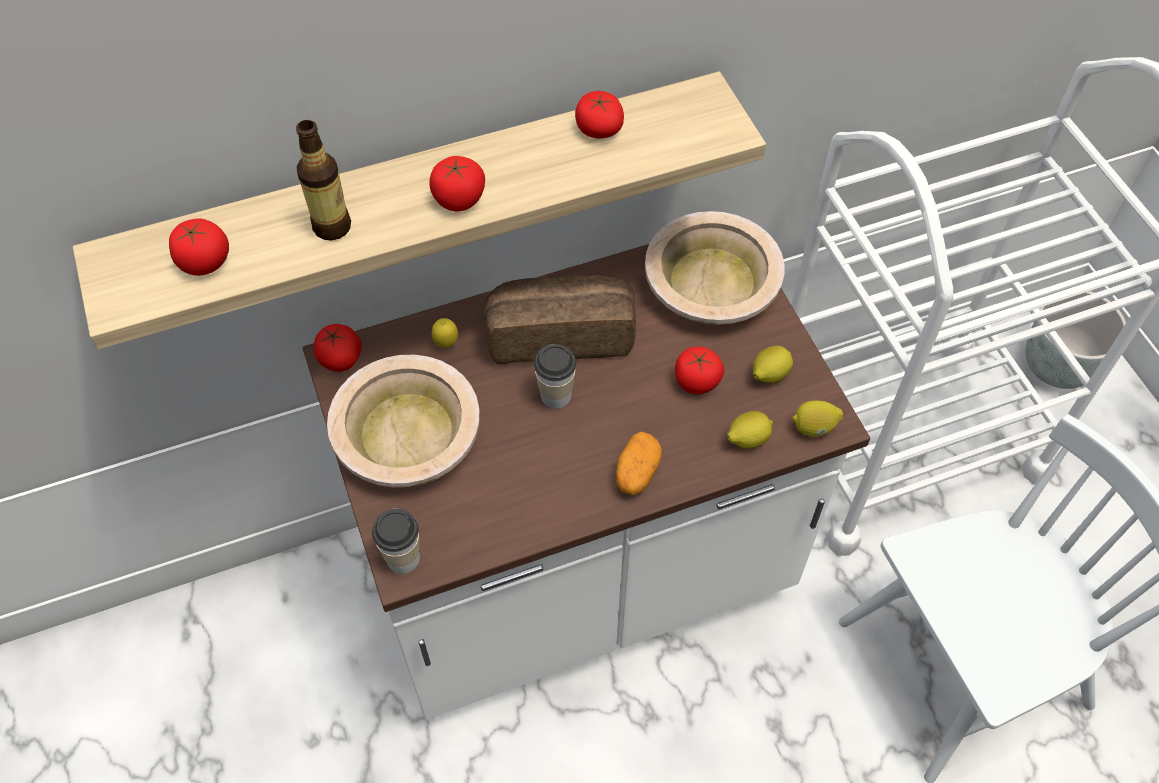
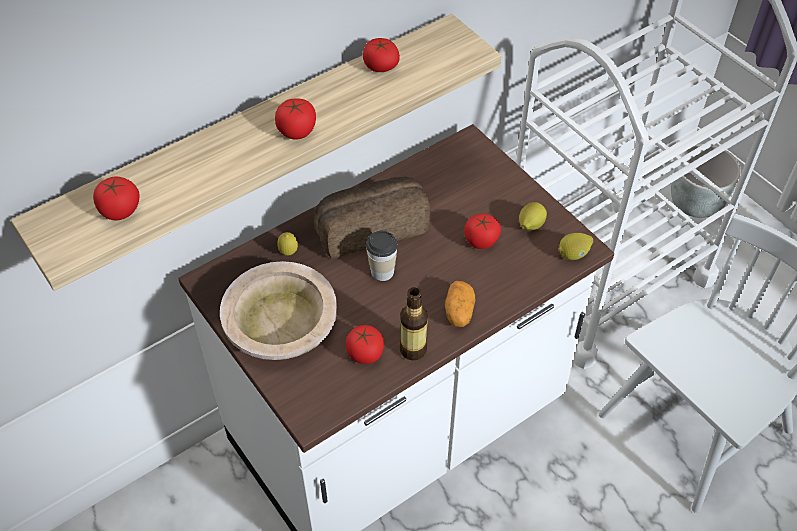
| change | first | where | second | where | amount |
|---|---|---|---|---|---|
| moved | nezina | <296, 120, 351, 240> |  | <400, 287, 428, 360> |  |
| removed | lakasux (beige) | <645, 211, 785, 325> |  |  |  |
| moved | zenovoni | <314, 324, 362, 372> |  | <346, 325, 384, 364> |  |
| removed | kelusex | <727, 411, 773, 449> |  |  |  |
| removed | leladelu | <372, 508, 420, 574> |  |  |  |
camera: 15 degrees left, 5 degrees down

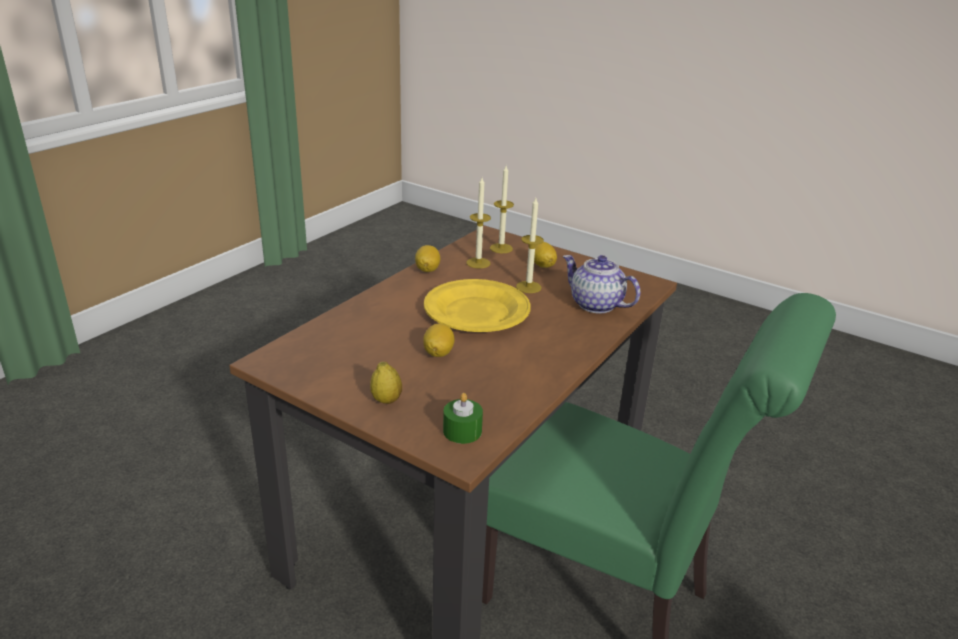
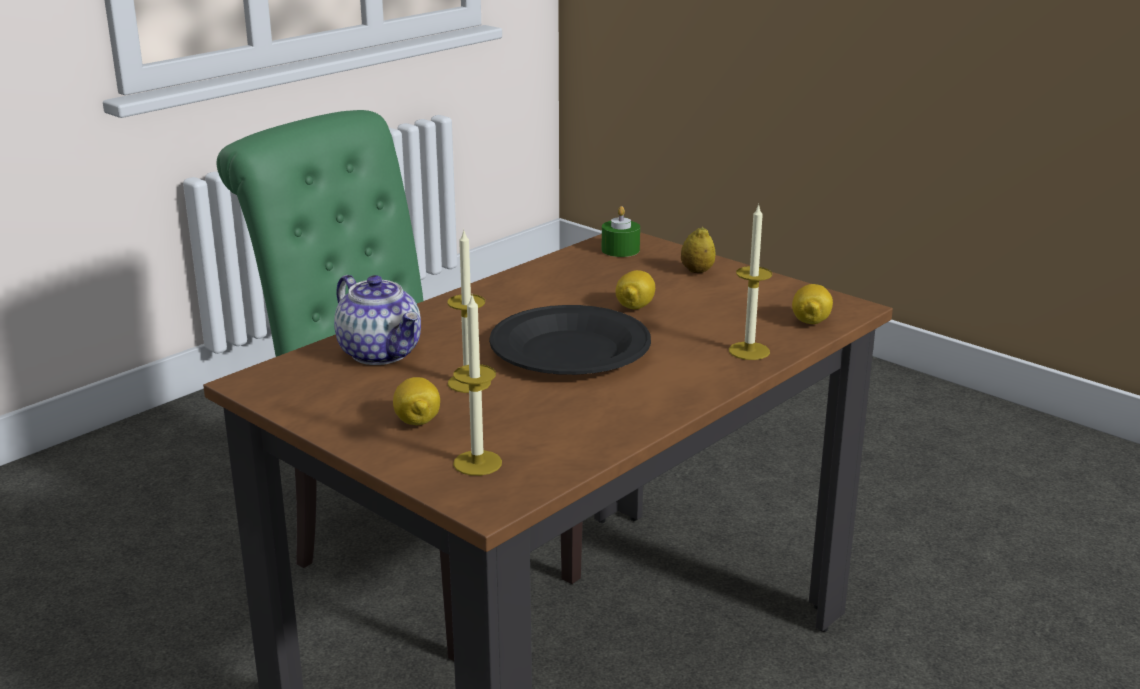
| change | first | where | second | where | amount |
|---|---|---|---|---|---|
| moved | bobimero | <466, 177, 491, 269> |  | <729, 203, 772, 360> |  |
| moved | kelusex | <415, 245, 440, 272> |  | <792, 284, 833, 324> |  |
| recoloured | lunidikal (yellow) | <424, 279, 531, 332> | lunidikal (black) | <489, 305, 651, 375> |  |
camera: 170 degrees left, 5 degrees down

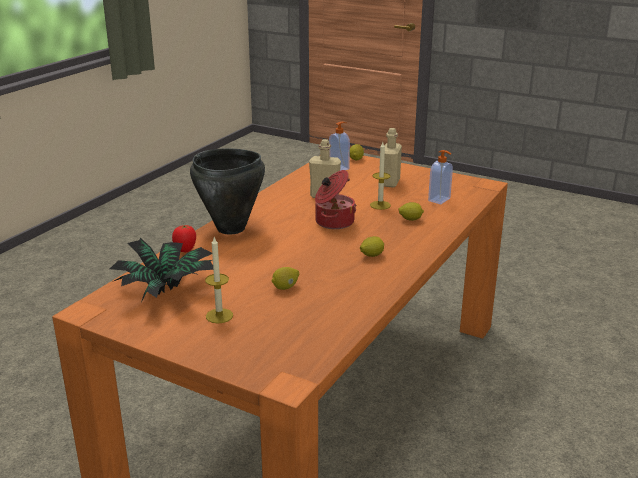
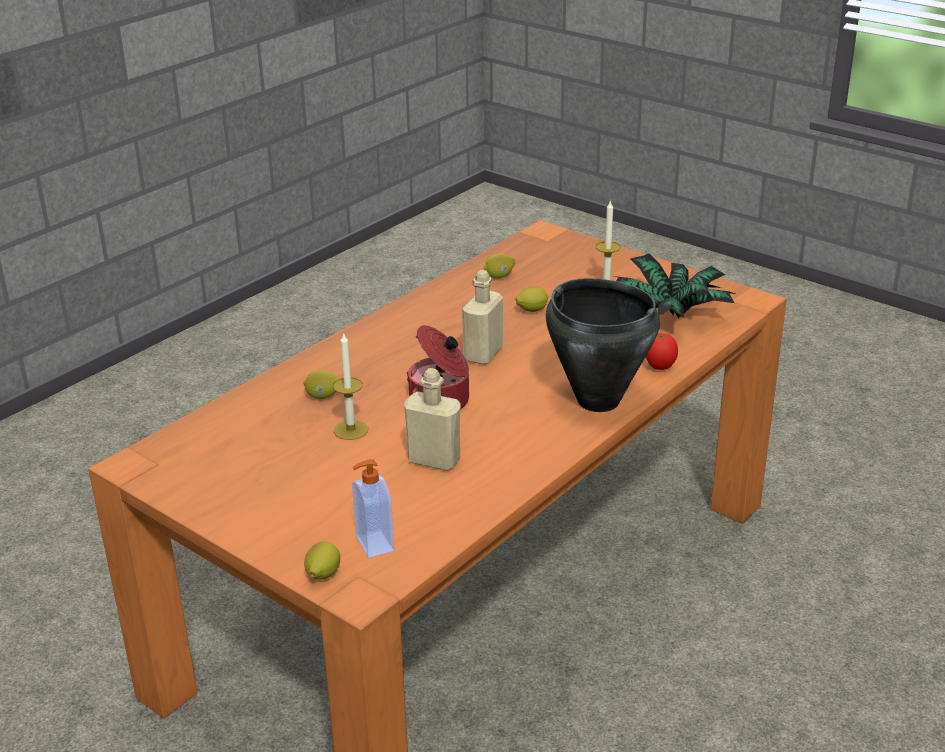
| change | first | where | second | where | amount |
|---|---|---|---|---|---|
| moved | nezina (beige) | <384, 128, 402, 187> |  | <462, 270, 503, 365> |  |
| removed | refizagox | <428, 150, 453, 204> |  |  |  |
| moved | kelusex | <360, 236, 384, 257> |  | <484, 254, 515, 279> |  |
camera: 170 degrees left, 5 degrees up

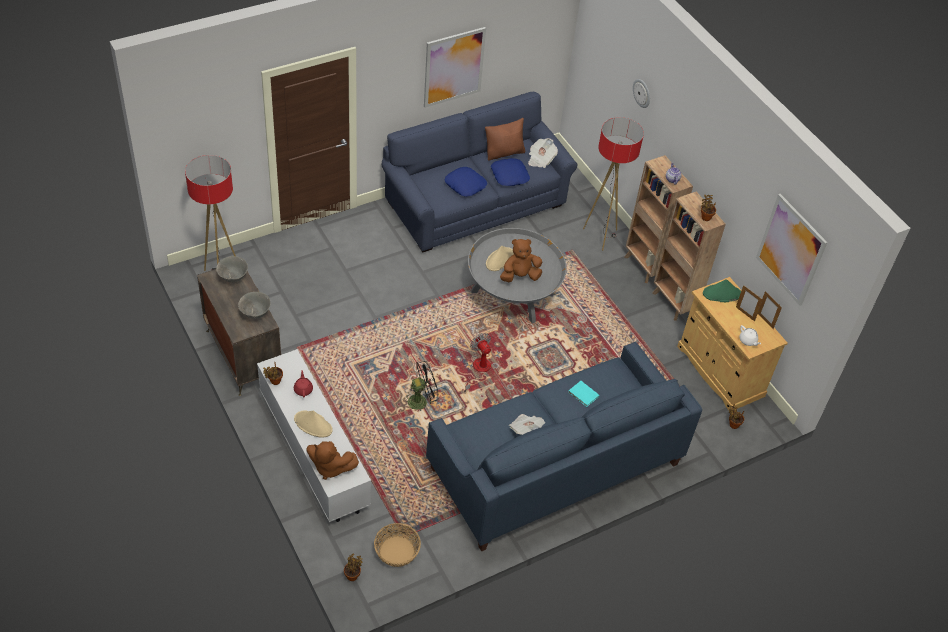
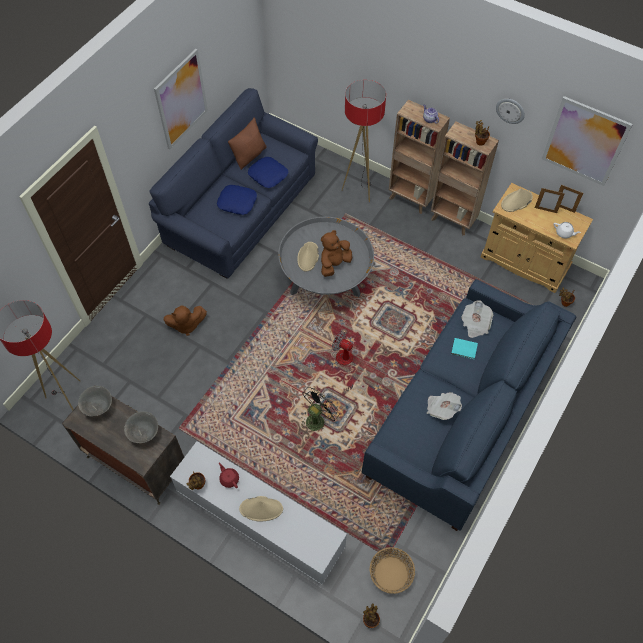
| change | first | where | second | where | amount |
|---|---|---|---|---|---|
| moved | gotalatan | <633, 79, 650, 108> |  | <496, 99, 525, 124> |  |
| moved | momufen | <528, 138, 558, 168> |  | <461, 300, 493, 338> |  |
| recoloured | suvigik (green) | <703, 279, 741, 302> | suvigik (beige) | <501, 188, 533, 212> |  |
| moved | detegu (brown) | <306, 441, 359, 480> |  | <163, 305, 207, 336> |  |
camera: 25 degrees left, 10 degrees up

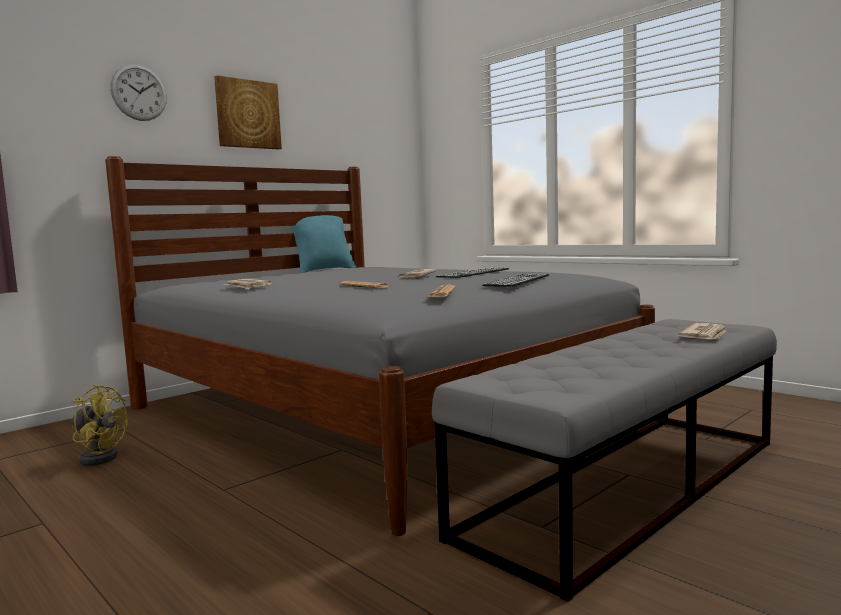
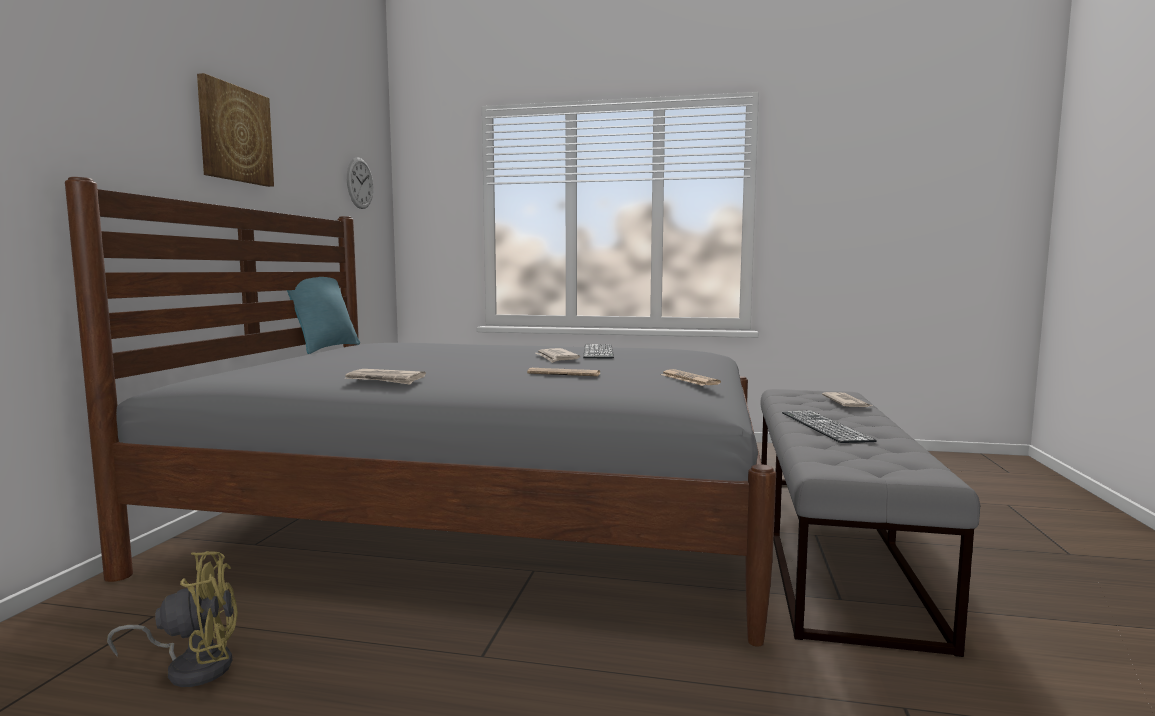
| change | first | where | second | where | amount |
|---|---|---|---|---|---|
| moved | gotalatan | <110, 64, 167, 121> |  | <347, 158, 374, 209> |  |
| moved | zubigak | <482, 274, 549, 287> |  | <782, 411, 877, 443> |  |
camera: 35 degrees left, 0 degrees up

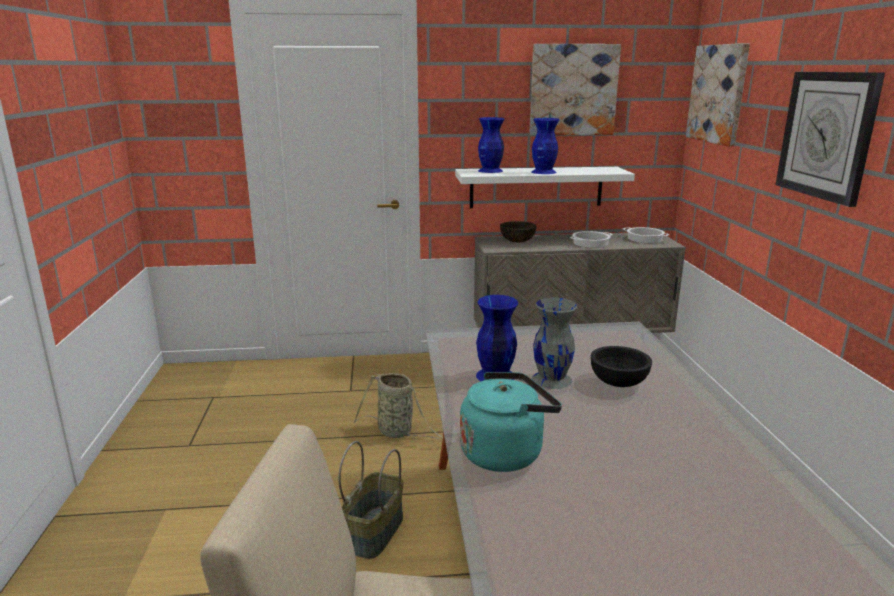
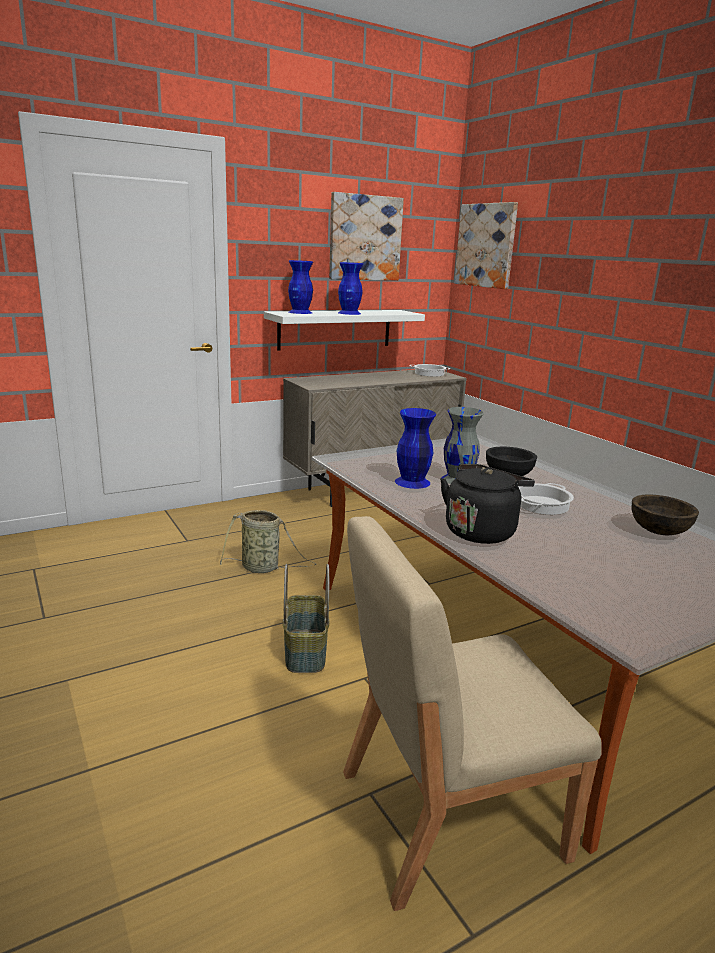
| change | first | where | second | where | amount |
|---|---|---|---|---|---|
| removed | gotalatan | <776, 72, 885, 207> |  |  |  |
| moved | lakasux (brown) | <500, 221, 537, 242> |  | <631, 495, 699, 535> |  |
| moved | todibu | <570, 231, 613, 248> |  | <518, 483, 574, 515> |  |
| recoloured | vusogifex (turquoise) | <460, 372, 562, 472> | vusogifex (black) | <440, 464, 535, 544> |  |
camera: 25 degrees left, 0 degrees up

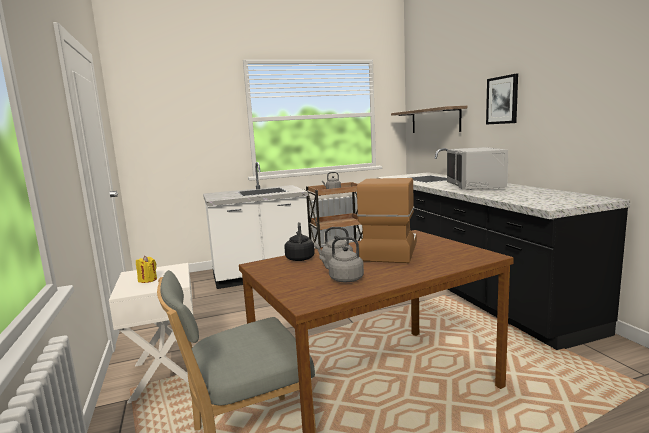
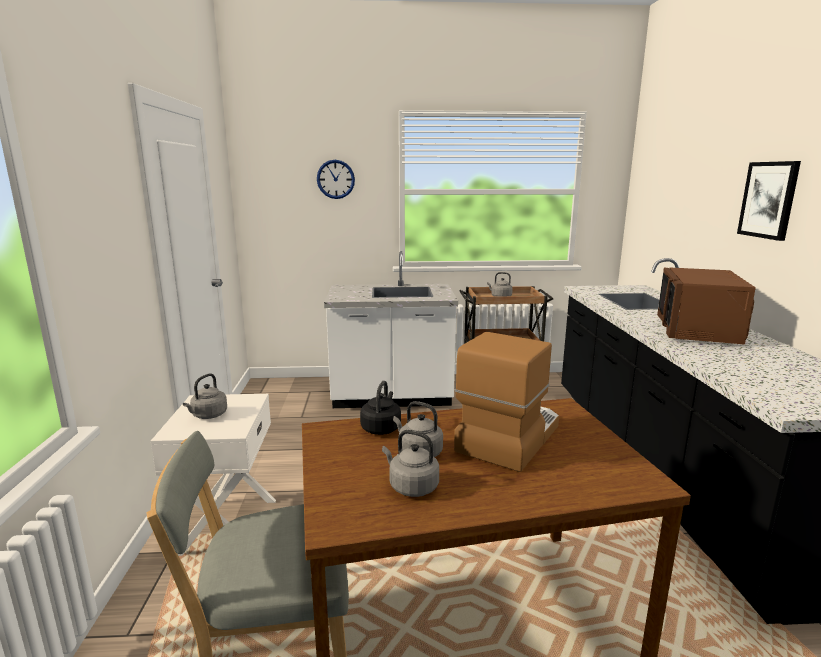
| change | first | where | second | where | amount |
|---|---|---|---|---|---|
| removed | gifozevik | <391, 106, 467, 133> |  |  |  |
| recoloured | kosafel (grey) | <447, 147, 508, 190> | kosafel (brown) | <657, 268, 756, 345> |  |
| replaced | bobimero (yellow) | <136, 256, 157, 283> | vusogifex (grey) | <183, 373, 227, 419> |  |
| added |  |  | gotalatan | <317, 160, 355, 199> |  |
camera: 15 degrees right, 5 degrees up

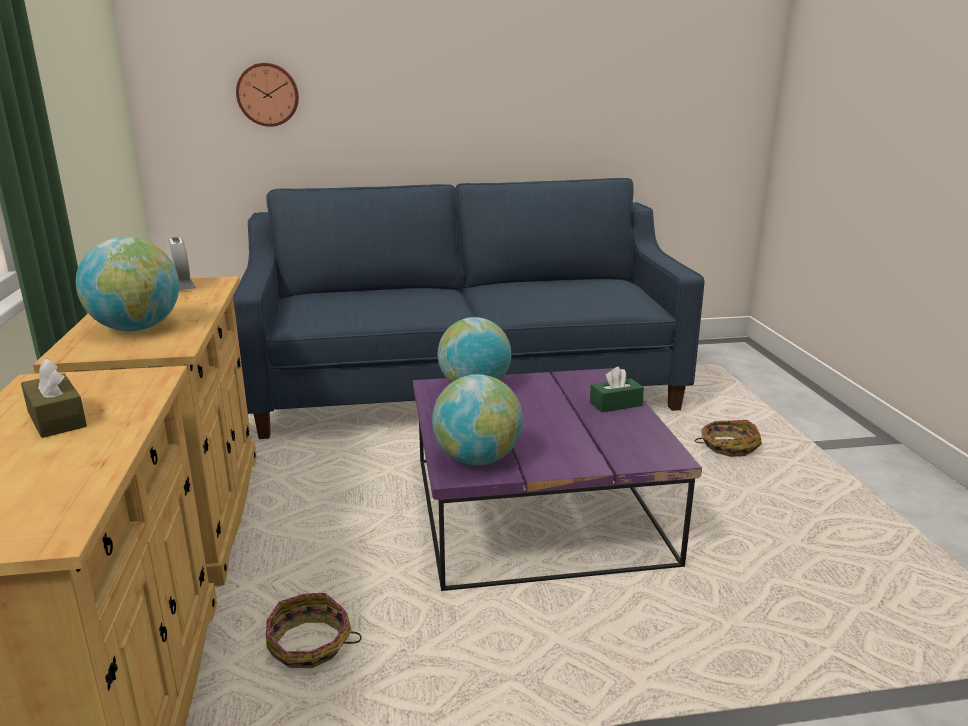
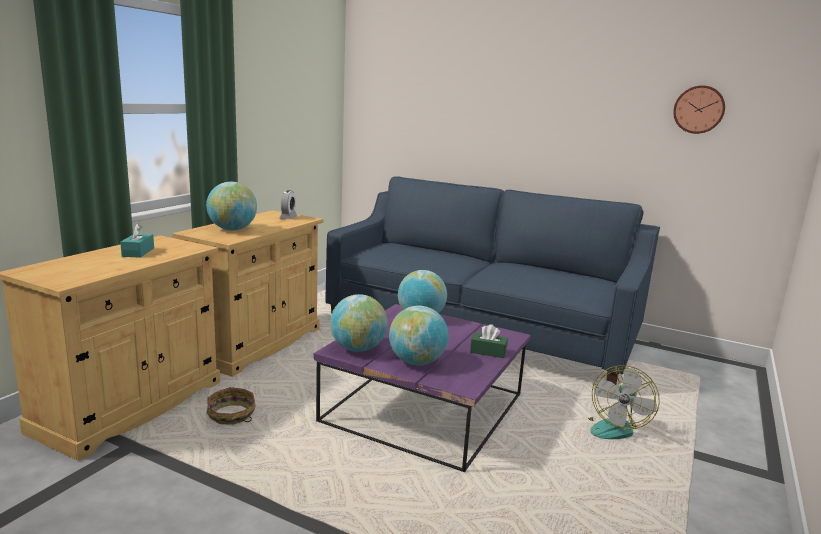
| change | first | where | second | where | amount |
|---|---|---|---|---|---|
| moved | gotalatan | <236, 63, 299, 127> |  | <673, 85, 725, 134> |  |
| recoloured | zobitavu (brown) | <21, 358, 87, 438> | zobitavu (turquoise) | <120, 223, 154, 258> |  |
| replaced | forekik | <695, 420, 762, 457> | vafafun | <588, 365, 660, 439> |  |
| added |  |  | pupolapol | <389, 306, 448, 365> |  |
camera: 35 degrees right, 5 degrees down

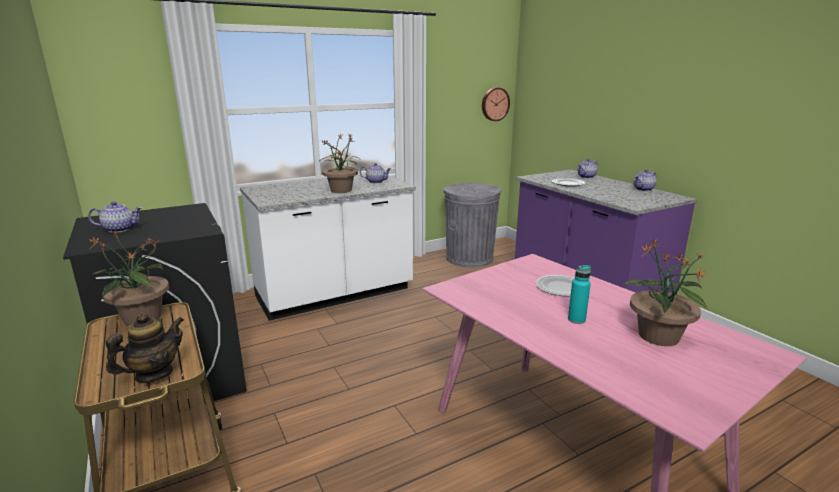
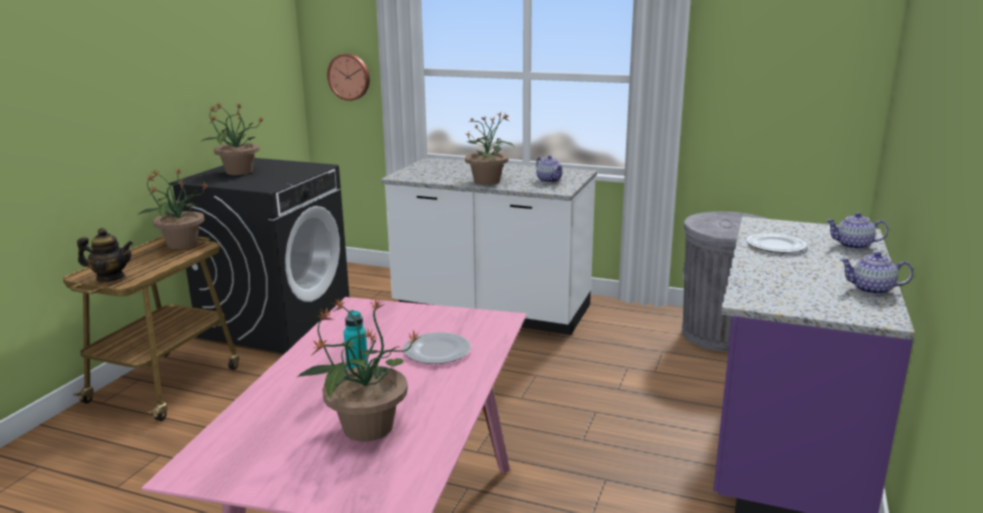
| change | first | where | second | where | amount |
|---|---|---|---|---|---|
| moved | gotalatan | <482, 88, 510, 121> |  | <327, 54, 370, 101> |  |
| replaced | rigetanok | <88, 201, 143, 233> | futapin | <200, 102, 264, 175> |  |
camera: 50 degrees right, 0 degrees up

